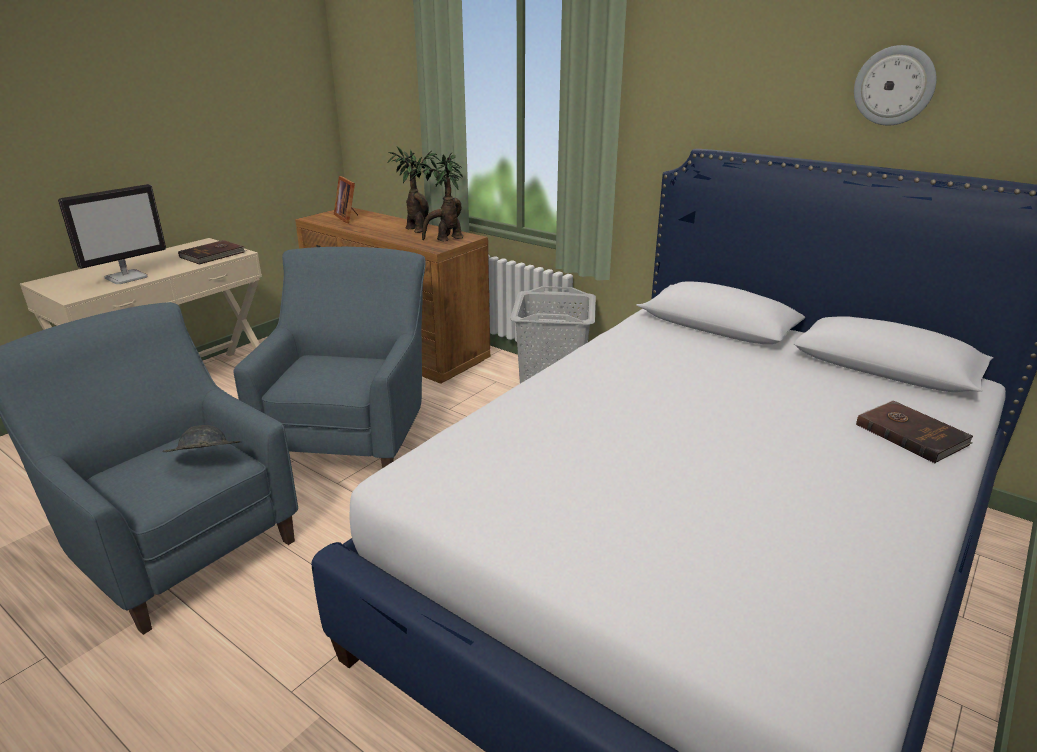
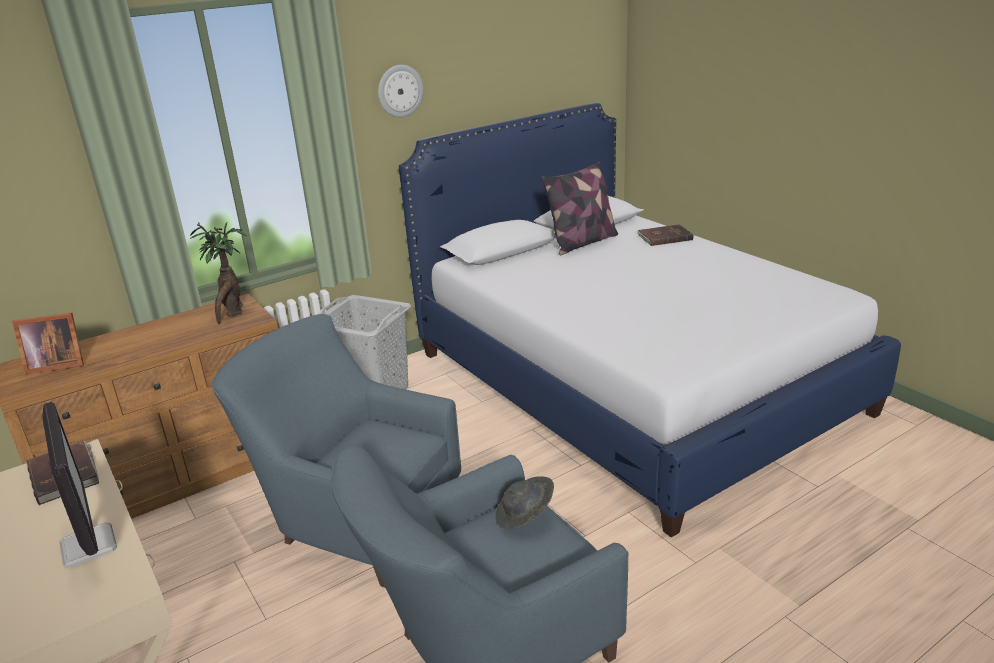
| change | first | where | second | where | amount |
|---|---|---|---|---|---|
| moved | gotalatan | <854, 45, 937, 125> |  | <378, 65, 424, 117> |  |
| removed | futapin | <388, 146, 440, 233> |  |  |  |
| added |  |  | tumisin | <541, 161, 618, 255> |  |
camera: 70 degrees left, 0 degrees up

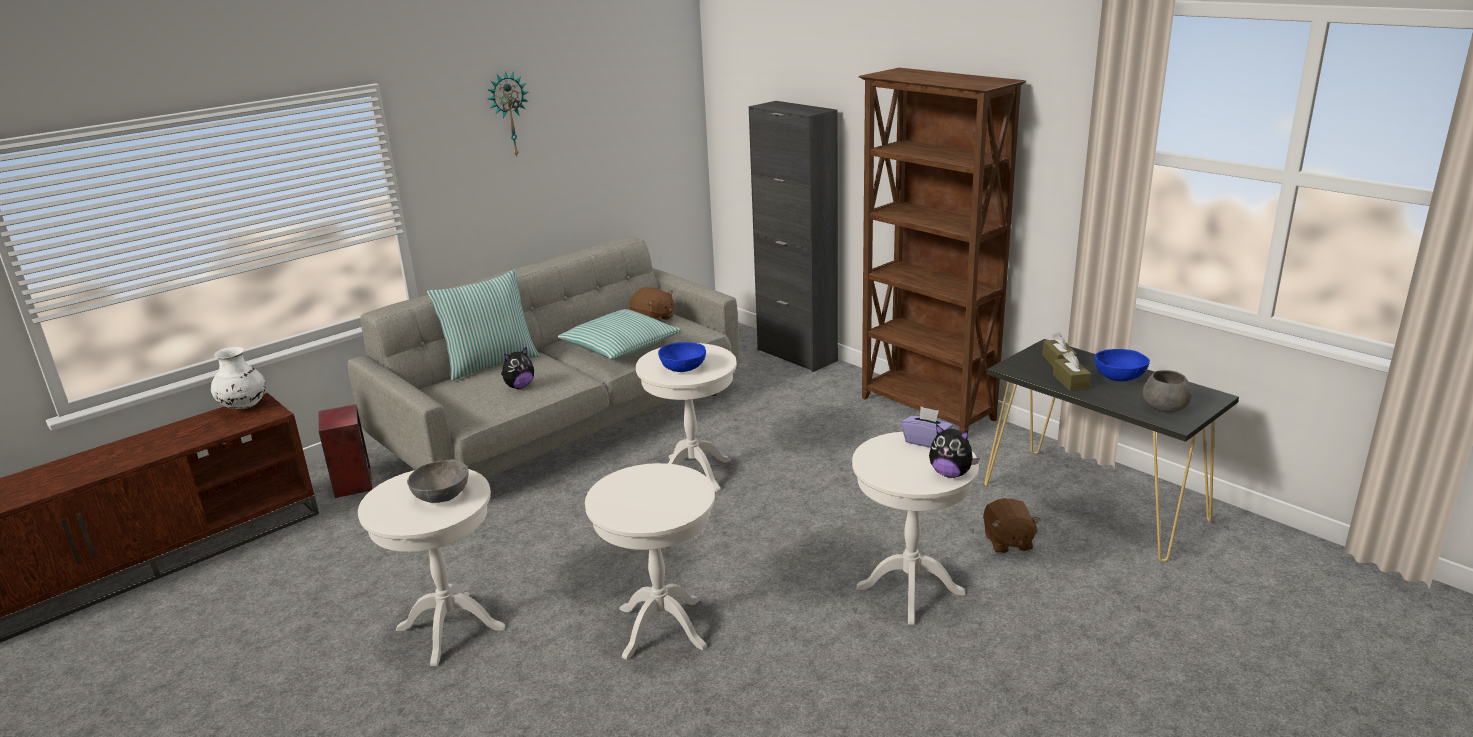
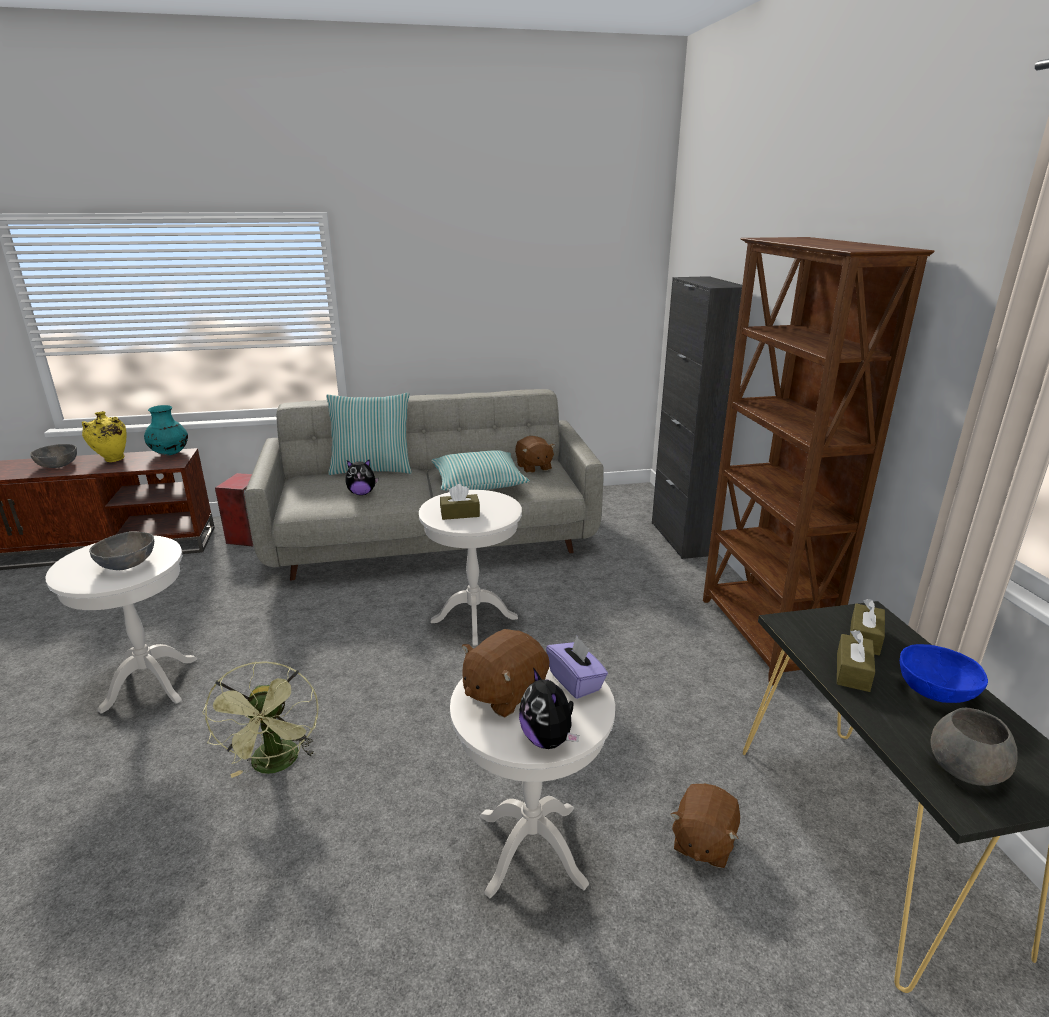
| change | first | where | second | where | amount |
|---|---|---|---|---|---|
| removed | gotalatan | <487, 71, 529, 158> |  |  |  |
| replaced | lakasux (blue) | <658, 342, 706, 372> | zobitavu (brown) | <440, 484, 480, 520> |  |
| recoloured | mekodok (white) | <211, 347, 266, 409> | mekodok (turquoise) | <144, 405, 188, 455> |  |
| replaced | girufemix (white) | <585, 463, 715, 660> | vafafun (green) | <202, 661, 319, 778> |  |
| added |  |  | mekodok (yellow) | <82, 411, 127, 462> |  |
| added |  |  | lakasux (grey) | <30, 444, 77, 468> |  |
| added |  |  | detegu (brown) | <462, 629, 550, 717> |  |
camera: 30 degrees right, 0 degrees up

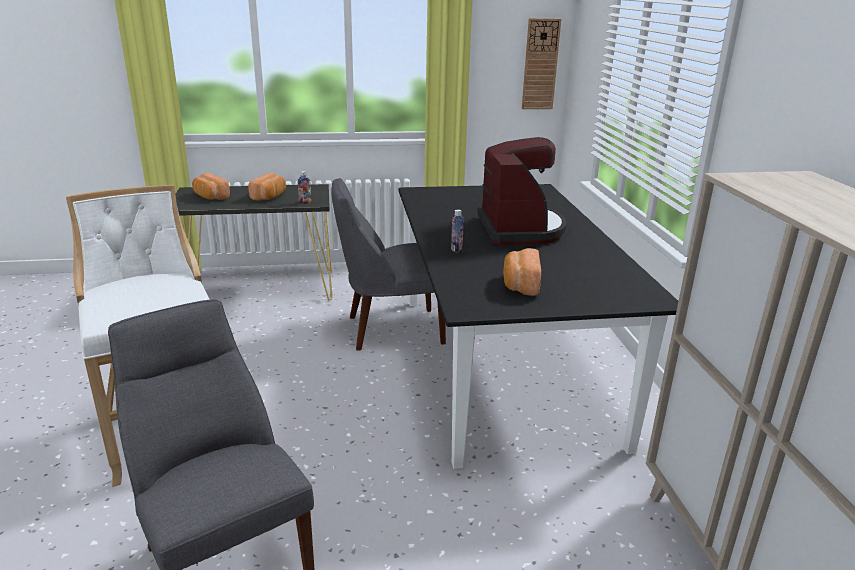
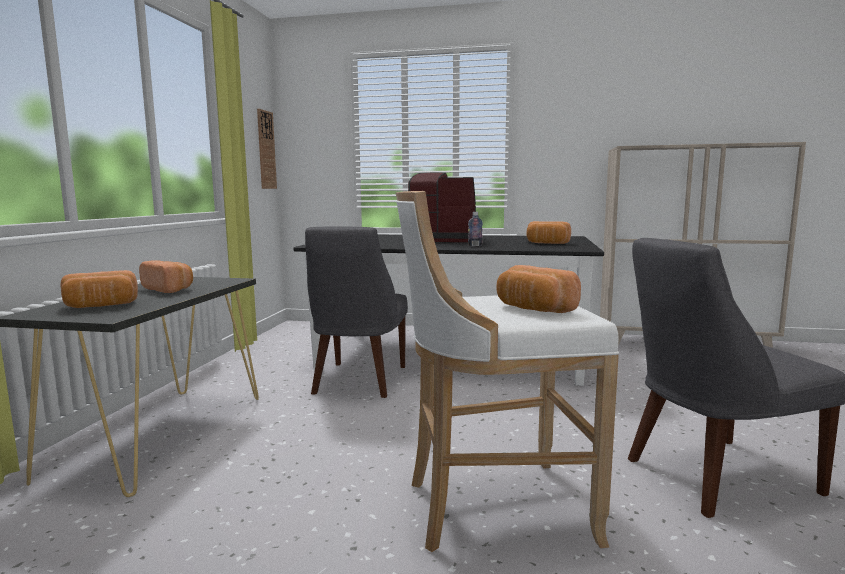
| change | first | where | second | where | amount |
|---|---|---|---|---|---|
| removed | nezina | <298, 171, 311, 204> |  |  |  |
| added |  |  | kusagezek | <496, 265, 581, 313> |  |
camera: 70 degrees left, 15 degrees down

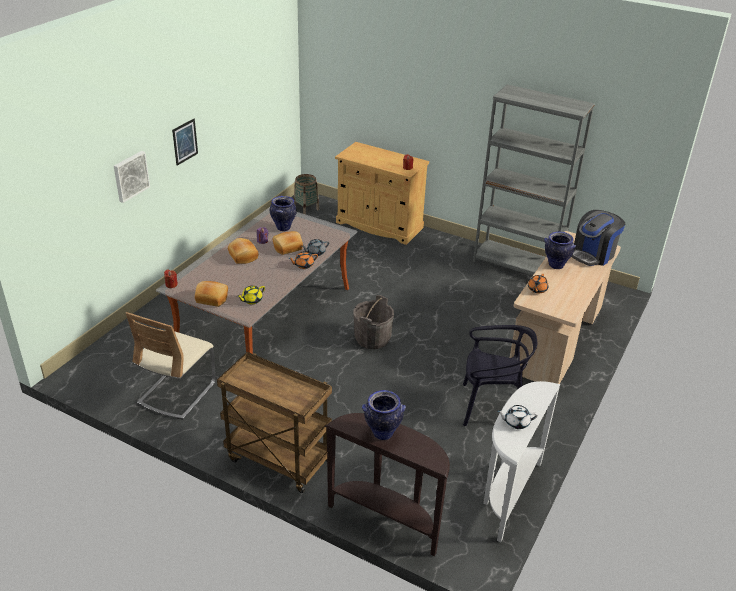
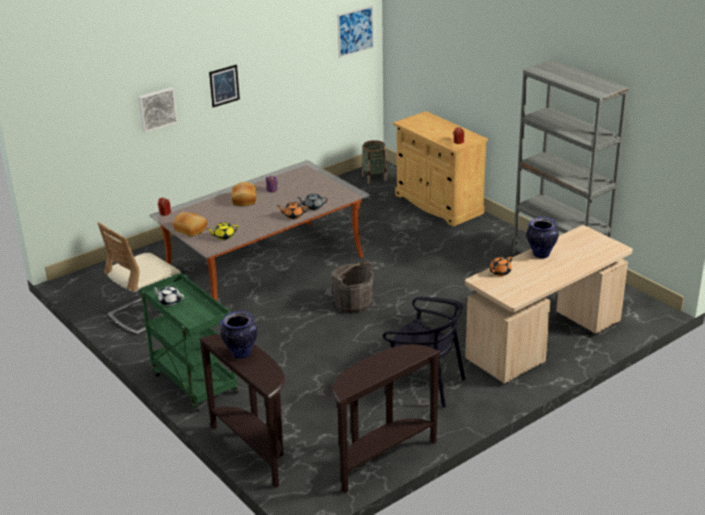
| change | first | where | second | where | amount |
|---|---|---|---|---|---|
| removed | mekodok | <270, 196, 297, 231> |  |  |  |
| removed | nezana | <571, 210, 625, 266> |  |  |  |
| removed | kusagezek | <273, 231, 303, 255> |  |  |  |
| recoloured | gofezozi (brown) | <217, 352, 332, 493> | gofezozi (green) | <140, 273, 239, 412> |  |
| recoloured | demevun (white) | <483, 381, 560, 542> | demevun (brown) | <332, 344, 441, 494> |  |
| moved | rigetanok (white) | <498, 405, 538, 429> |  | <152, 286, 184, 306> |  |
| added |  |  | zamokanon | <337, 5, 374, 58> |  |
camera: 25 degrees right, 5 degrees down

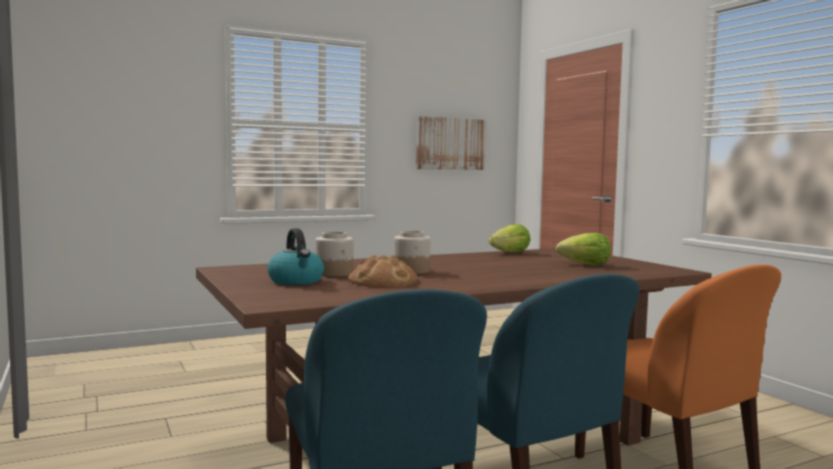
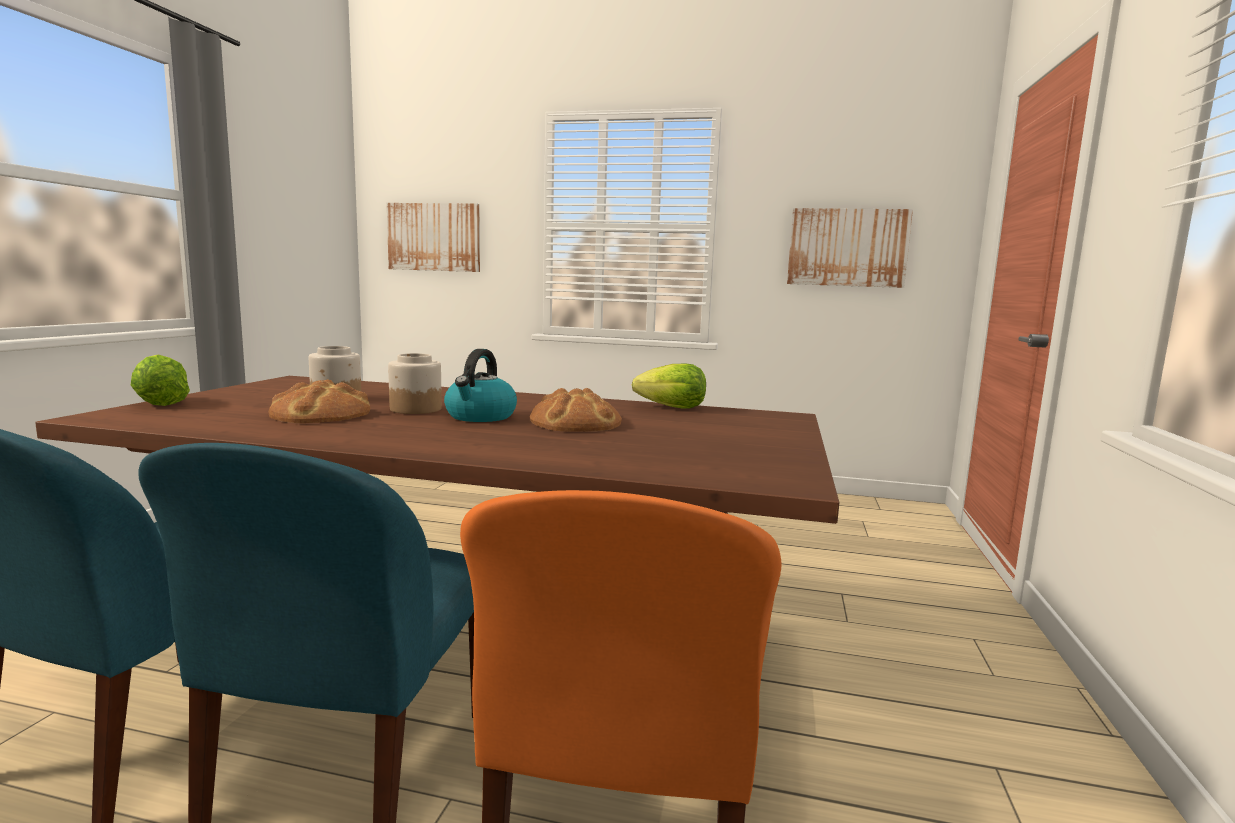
| change | first | where | second | where | amount |
|---|---|---|---|---|---|
| moved | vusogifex | <267, 228, 324, 285> |  | <444, 349, 517, 422> |  |
| moved | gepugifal | <556, 233, 611, 265> |  | <131, 355, 190, 406> |  |
| added |  |  | zamokanon | <387, 203, 480, 272> |  |
| added |  |  | kusagezek | <530, 388, 622, 432> |  |
camera: 40 degrees right, 5 degrees up

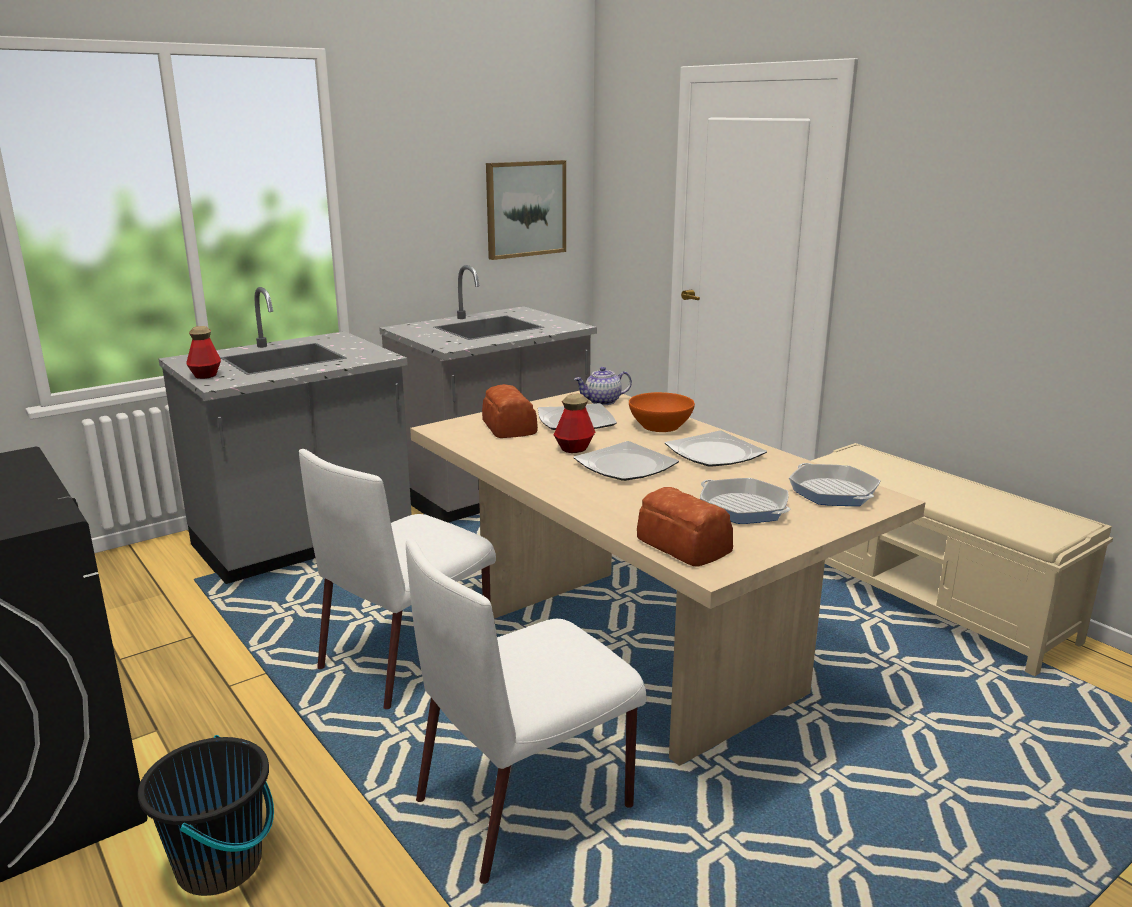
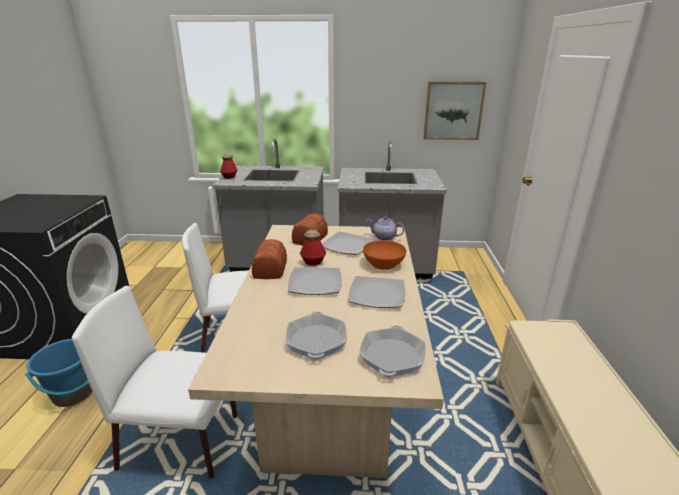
| change | first | where | second | where | amount |
|---|---|---|---|---|---|
| moved | kusagezek | <637, 487, 733, 566> |  | <252, 239, 287, 279> |  |
| recoloured | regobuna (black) | <138, 735, 274, 896> | regobuna (blue) | <25, 339, 92, 407> |  |
camera: 40 degrees right, 5 degrees up

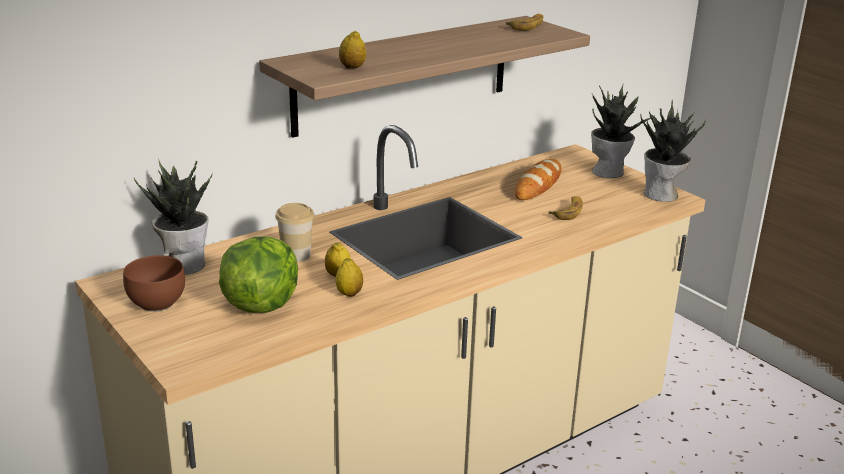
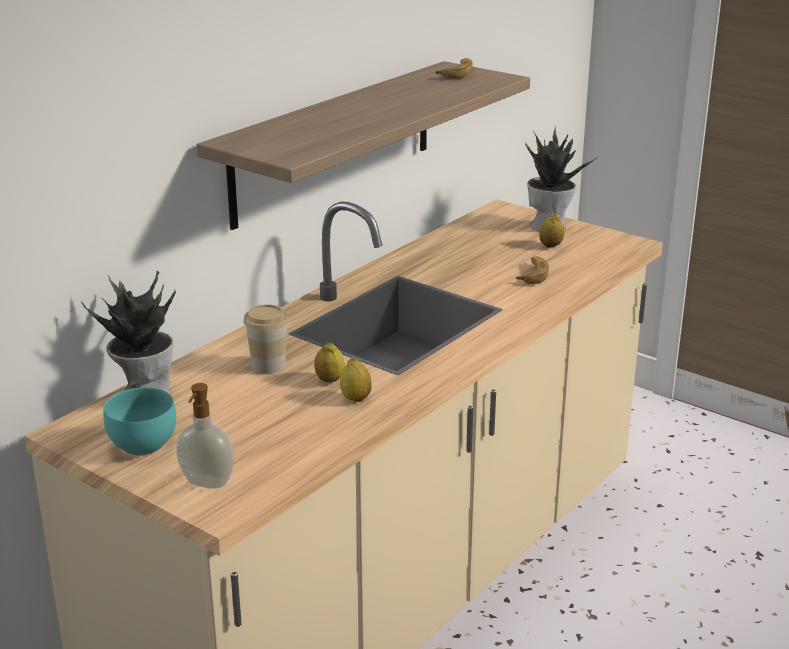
| change | first | where | second | where | amount |
|---|---|---|---|---|---|
| moved | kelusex | <339, 30, 366, 69> |  | <539, 213, 565, 248> |  |
| removed | futapin | <640, 100, 706, 202> |  |  |  |
| removed | kusagezek | <515, 159, 561, 200> |  |  |  |
| removed | gepugifal | <219, 237, 298, 313> |  |  |  |
| recoloured | lakasux (brown) | <123, 255, 185, 312> | lakasux (turquoise) | <103, 387, 176, 456> |  |
| added |  |  | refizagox | <176, 383, 234, 489> |  |
camera: 15 degrees left, 0 degrees up

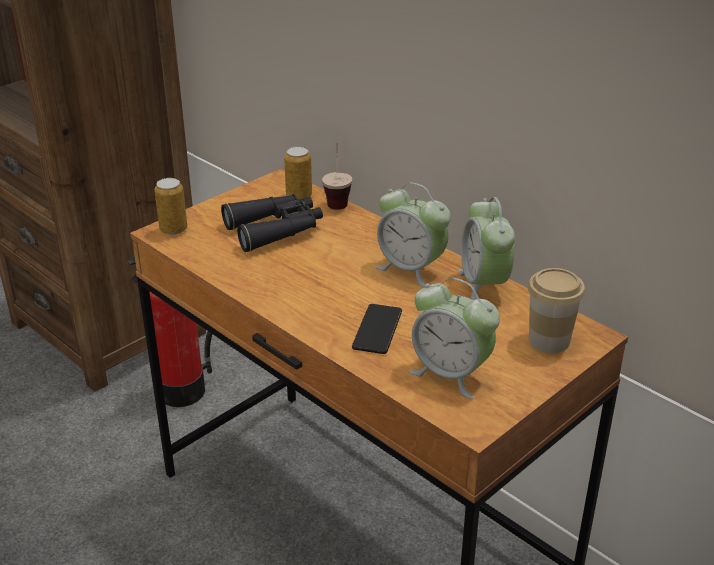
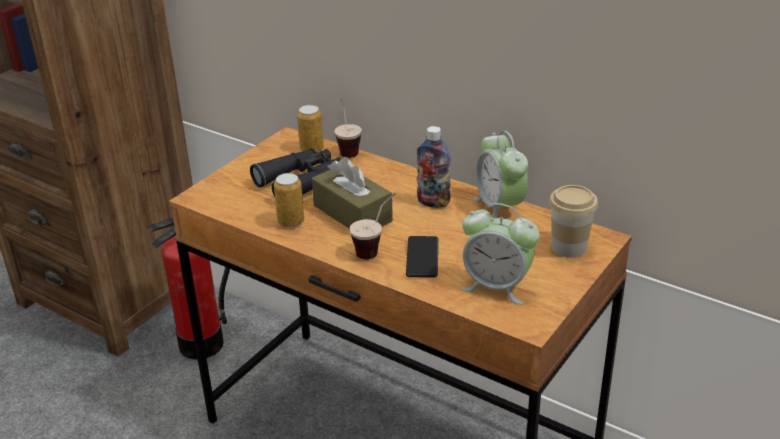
| change | first | where | second | where | amount |
|---|---|---|---|---|---|
| moved | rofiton | <154, 178, 187, 235> |  | <274, 173, 304, 228> |  |
| replaced | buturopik | <376, 182, 451, 287> | nezina | <417, 126, 451, 208> |  |
| added |  |  | zobitavu (brown) | <312, 157, 393, 229> |  |
| added |  |  | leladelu | <350, 193, 396, 260> |  |
camera: 10 degrees left, 0 degrees up

